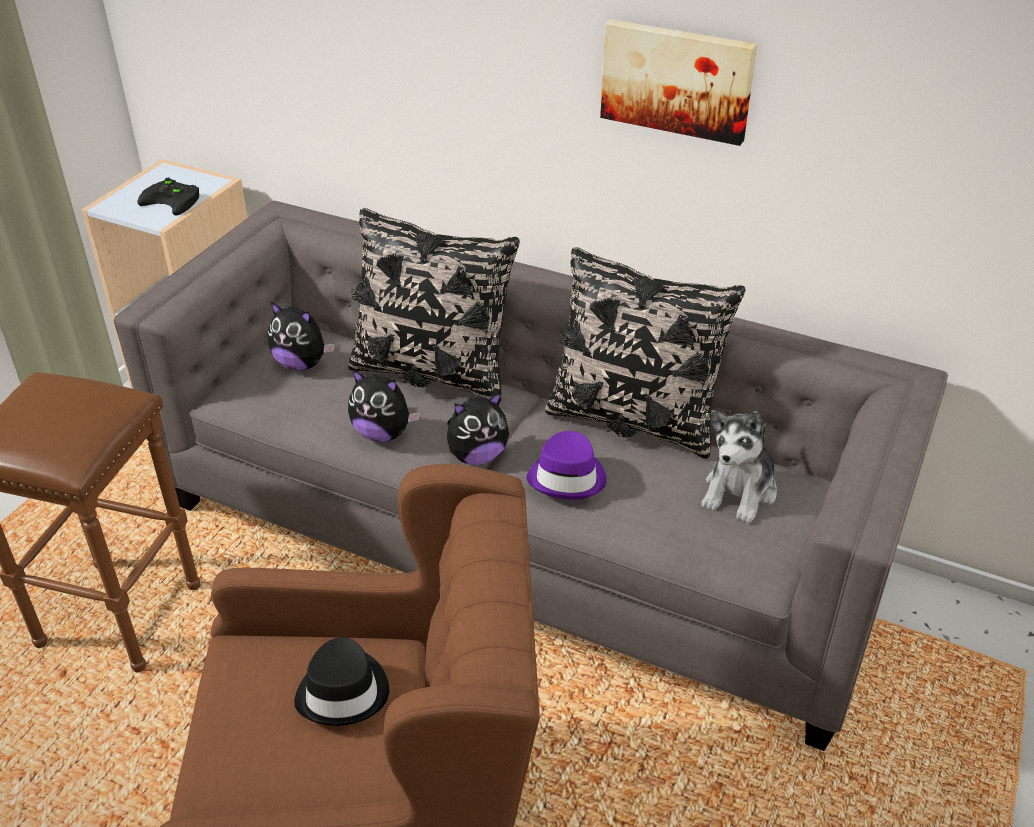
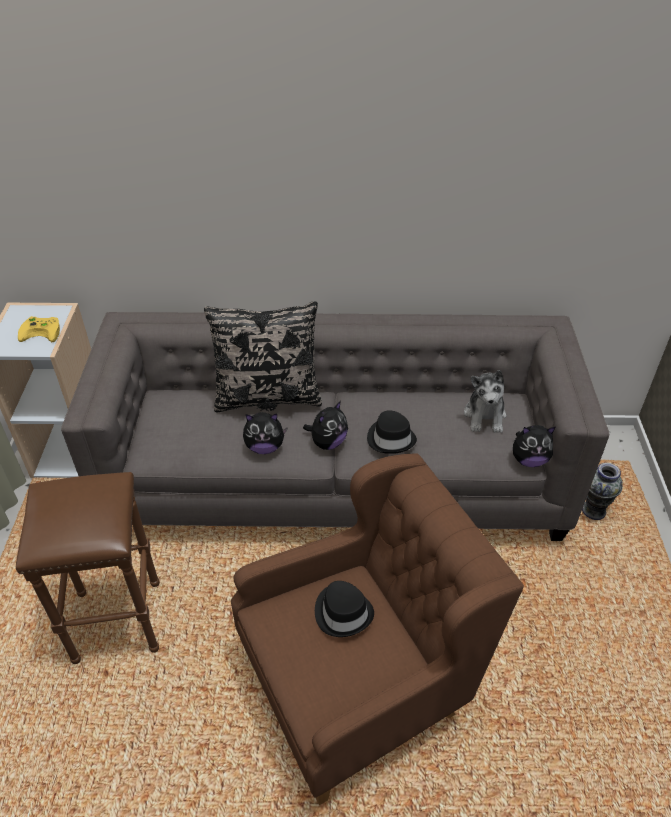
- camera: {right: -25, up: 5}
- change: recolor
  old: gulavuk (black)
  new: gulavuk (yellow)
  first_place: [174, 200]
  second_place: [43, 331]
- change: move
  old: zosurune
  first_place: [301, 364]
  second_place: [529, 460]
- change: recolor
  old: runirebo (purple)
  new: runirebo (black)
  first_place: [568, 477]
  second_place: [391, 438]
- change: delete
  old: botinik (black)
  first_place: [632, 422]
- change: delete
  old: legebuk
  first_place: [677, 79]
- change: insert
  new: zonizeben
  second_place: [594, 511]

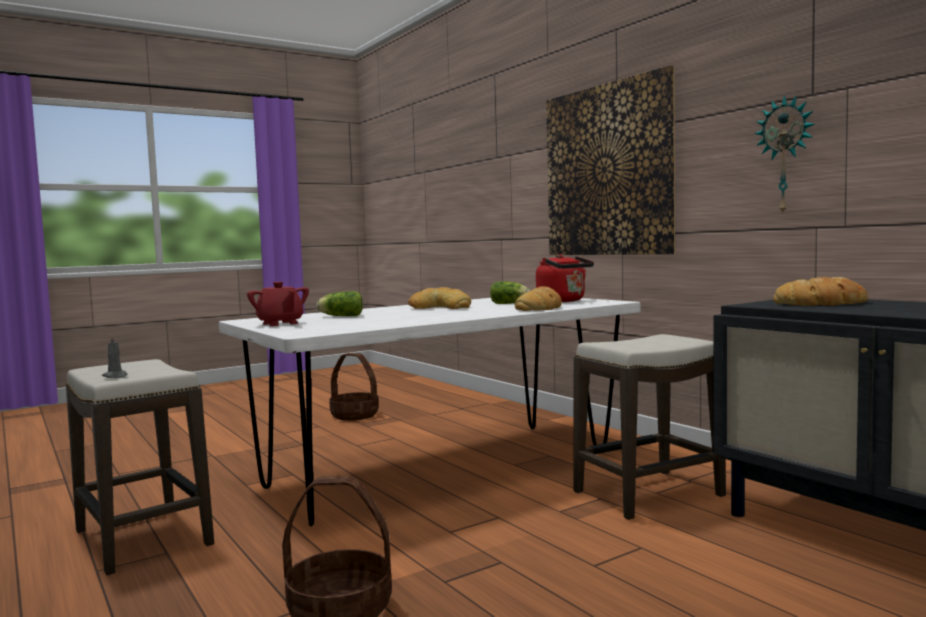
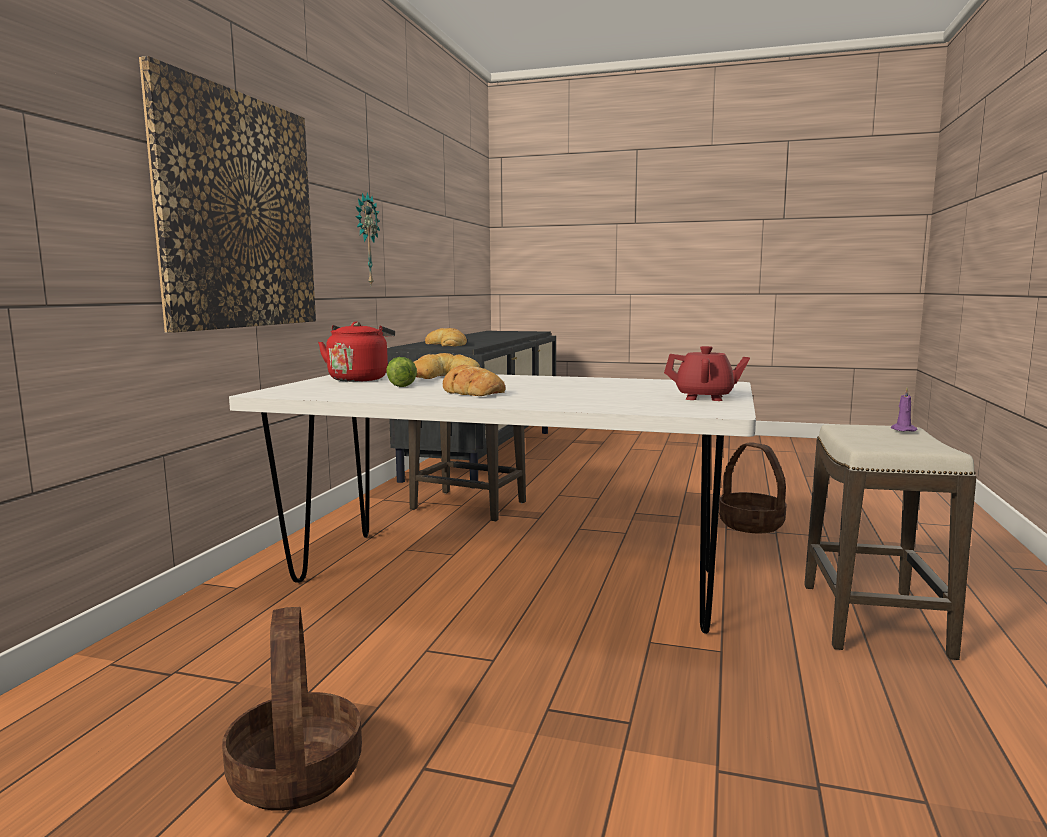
- camera: {right: -130, up: 5}
- change: recolor
  old: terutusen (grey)
  new: terutusen (purple)
  first_place: [115, 376]
  second_place: [902, 430]
- change: rotate
  old: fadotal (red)
  first_place: [280, 324]
  second_place: [704, 398]
  degrees: 90
- change: delete
  old: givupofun
  first_place: [340, 316]

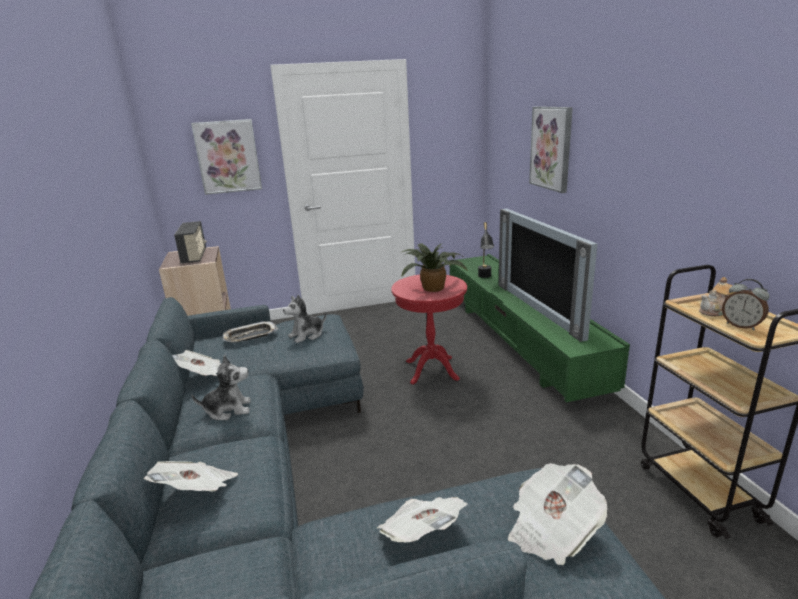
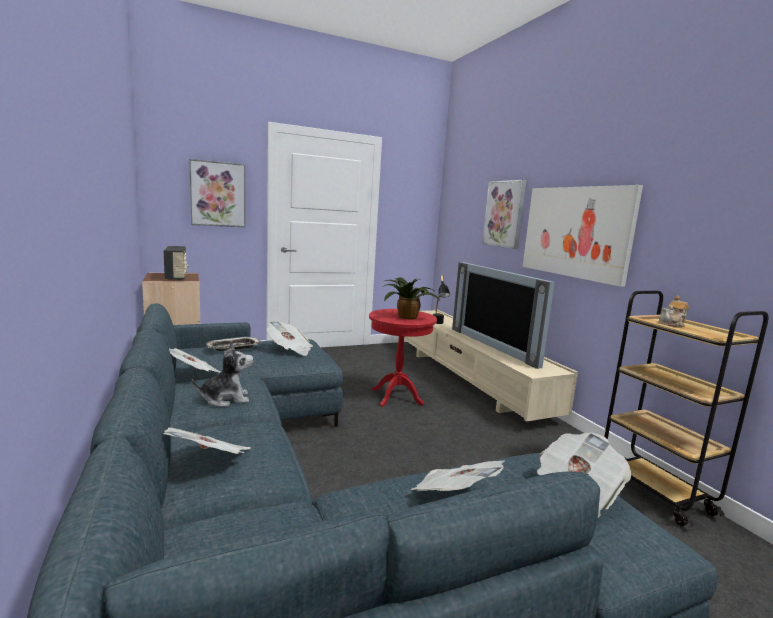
- camera: {right: -10, up: -10}
- change: replace
  old: zosurune
  new: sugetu
  first_place: [307, 335]
  second_place: [290, 350]
- change: recolor
  old: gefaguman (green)
  new: gefaguman (beige)
  first_place: [519, 340]
  second_place: [468, 378]
- change: delete
  old: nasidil
  first_place: [741, 326]
- change: insert
  new: legebuk
  second_place: [575, 232]

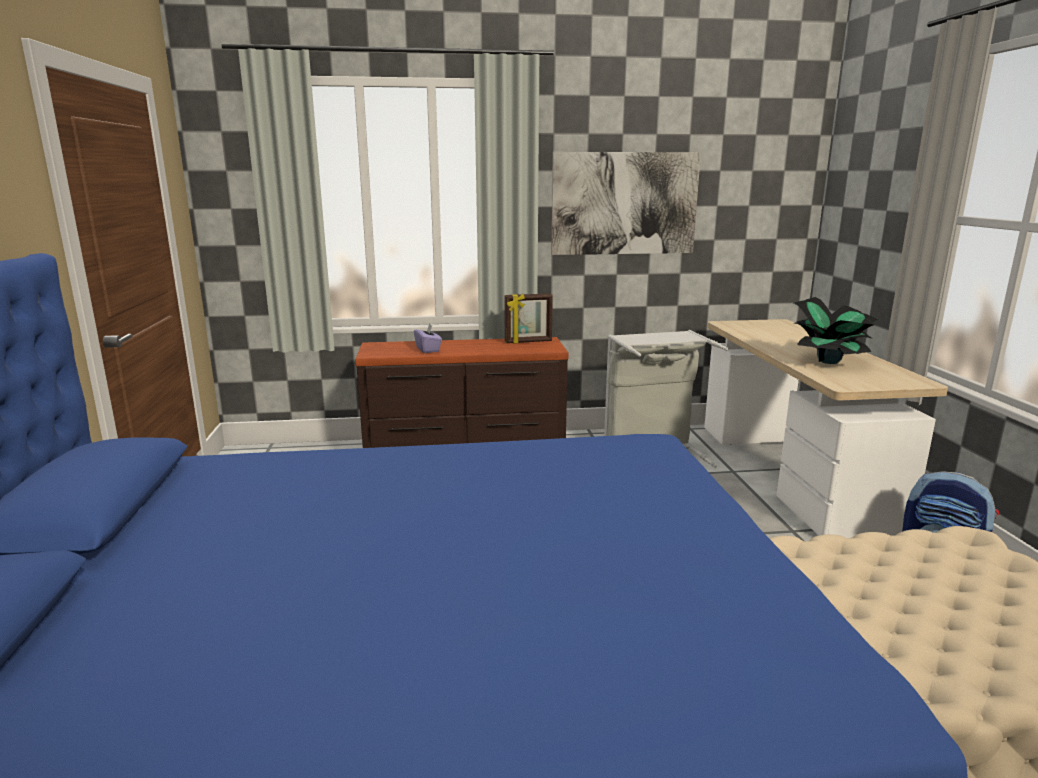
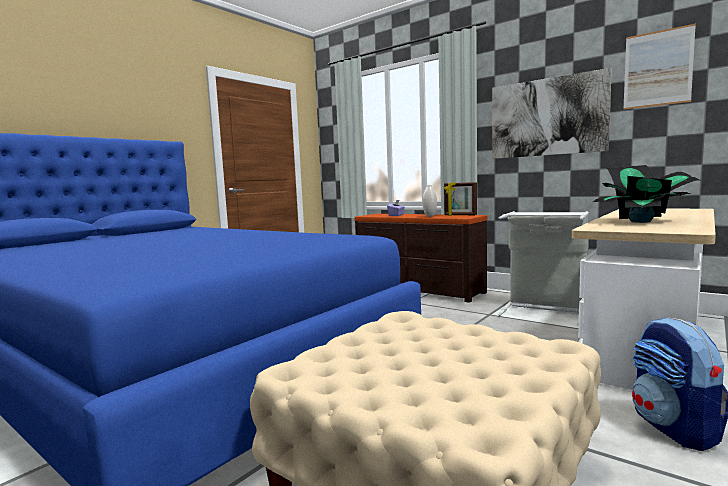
- camera: {right: 45, up: -10}
- change: insert
  new: zonizeben (white)
  second_place: [430, 216]
- change: insert
  new: legebuk
  second_place: [657, 68]

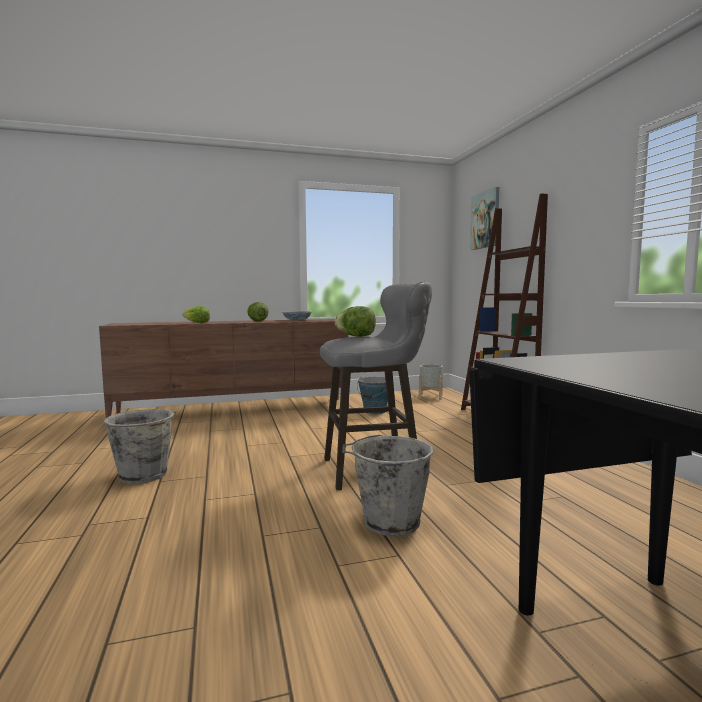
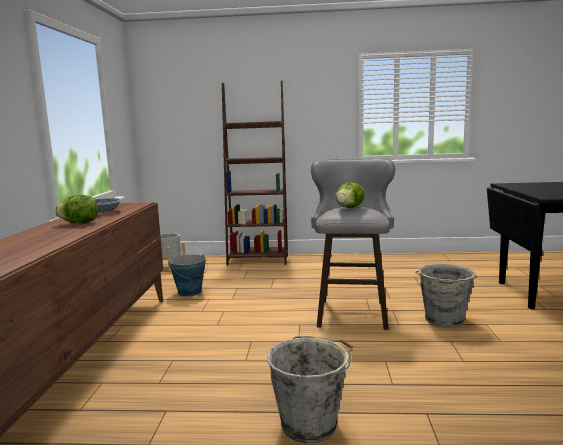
- camera: {right: -70, up: 5}
- change: delete
  old: givupofun
  first_place: [196, 323]
- change: delete
  old: legebuk
  first_place: [485, 220]

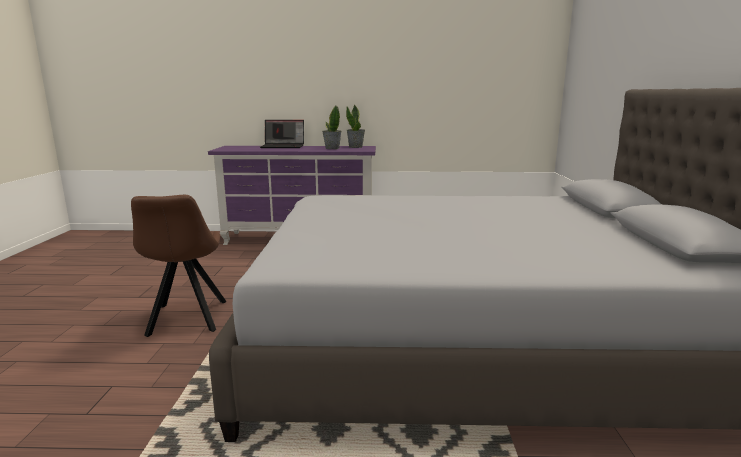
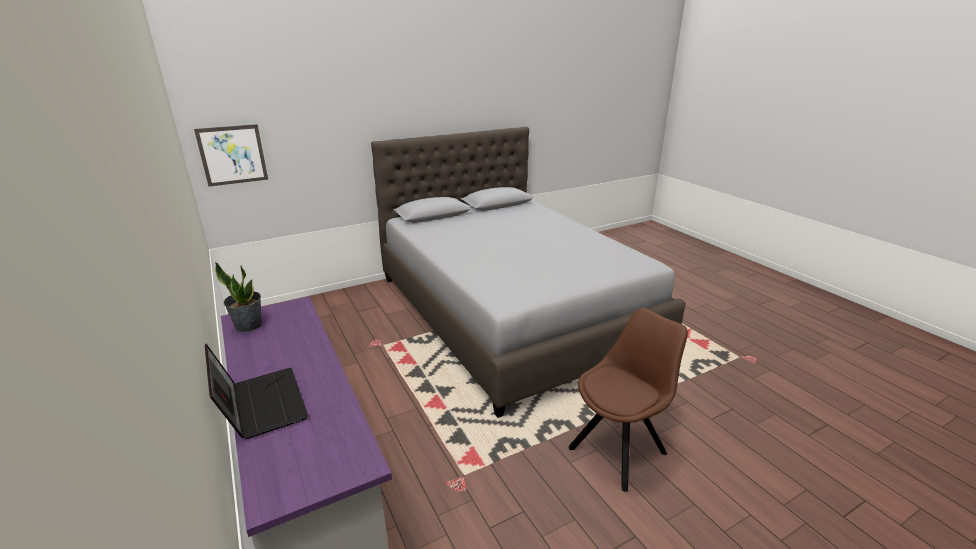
- camera: {right: -120, up: 10}
- change: delete
  old: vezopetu
  first_place: [332, 148]
- change: insert
  new: legebuk
  second_place: [232, 155]

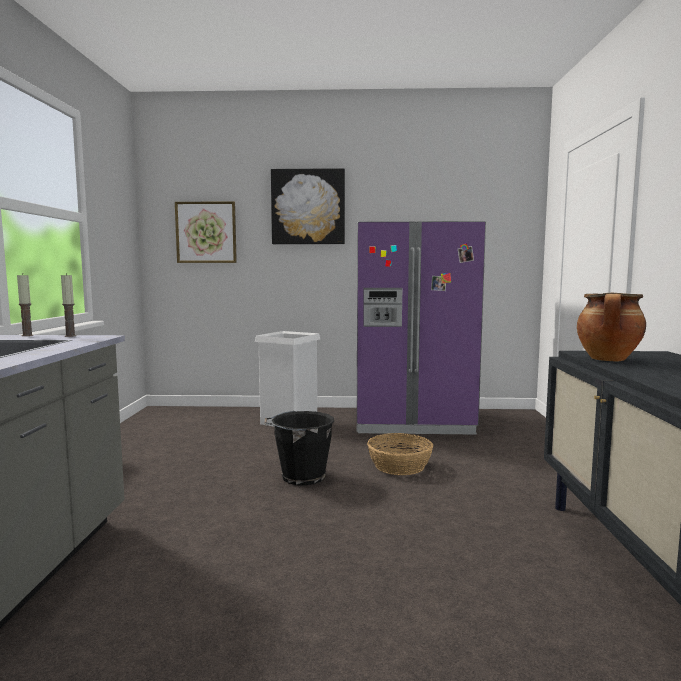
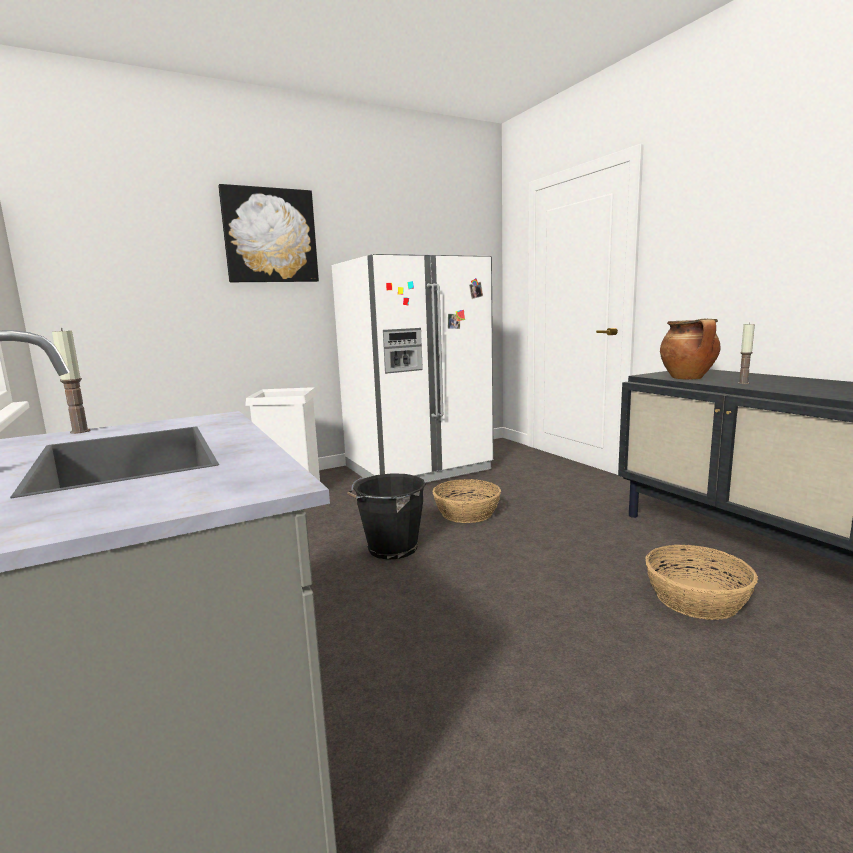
- camera: {right: -30, up: 5}
- change: move
  old: terutusen
  first_place: [70, 336]
  second_place: [743, 383]
- change: delete
  old: legebuk
  first_place: [206, 232]
- change: recolor
  old: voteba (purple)
  new: voteba (white)
  first_place: [411, 421]
  second_place: [417, 468]
- change: insert
  new: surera
  second_place: [697, 599]

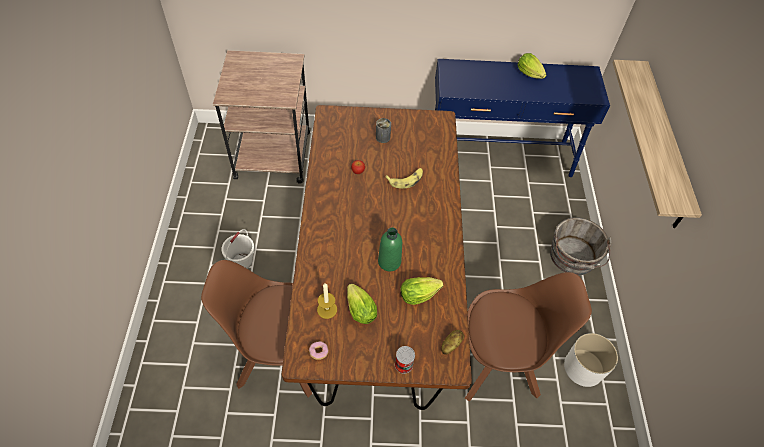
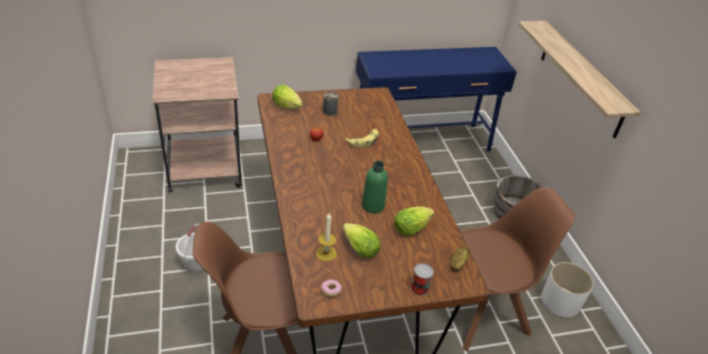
- camera: {right: -15, up: -15}
- change: move
  old: givupofun
  first_place: [530, 75]
  second_place: [288, 107]

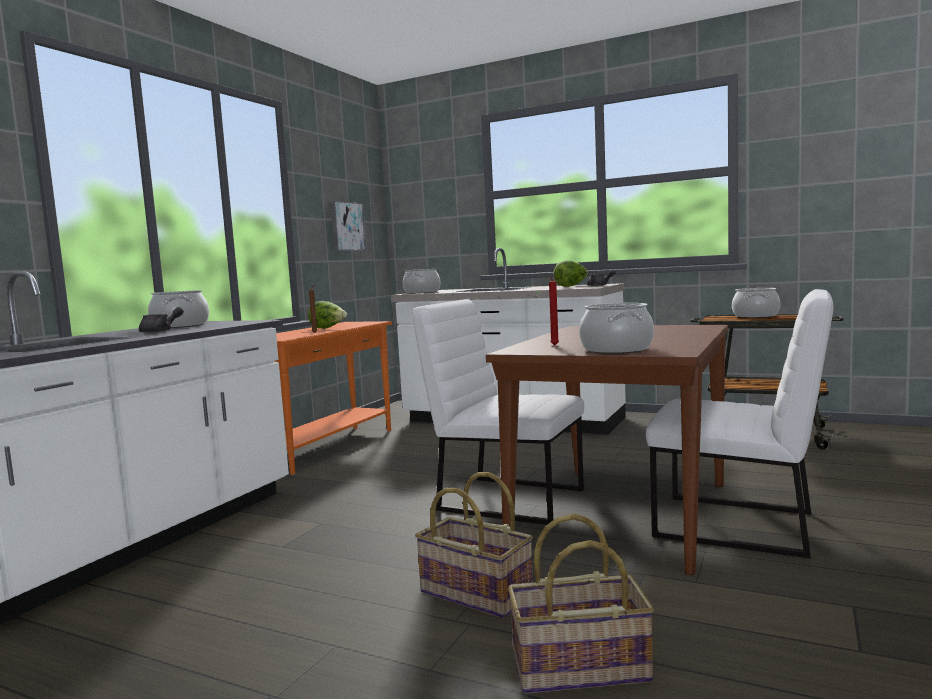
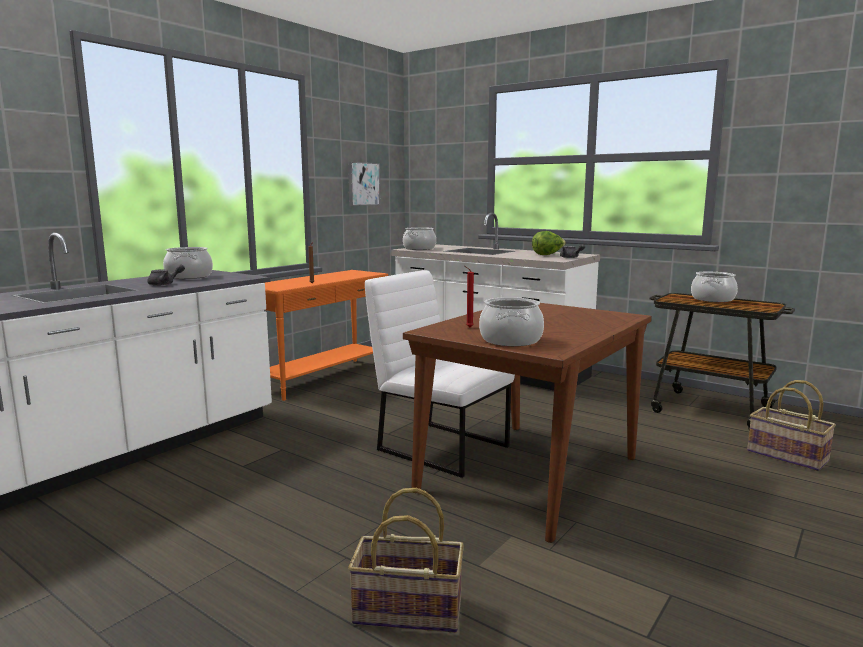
- camera: {right: 10, up: 5}
- change: delete
  old: givupofun
  first_place: [328, 328]
- change: move
  old: surera
  first_place: [474, 594]
  second_place: [786, 456]
- change: delete
  old: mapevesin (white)
  first_place: [739, 525]

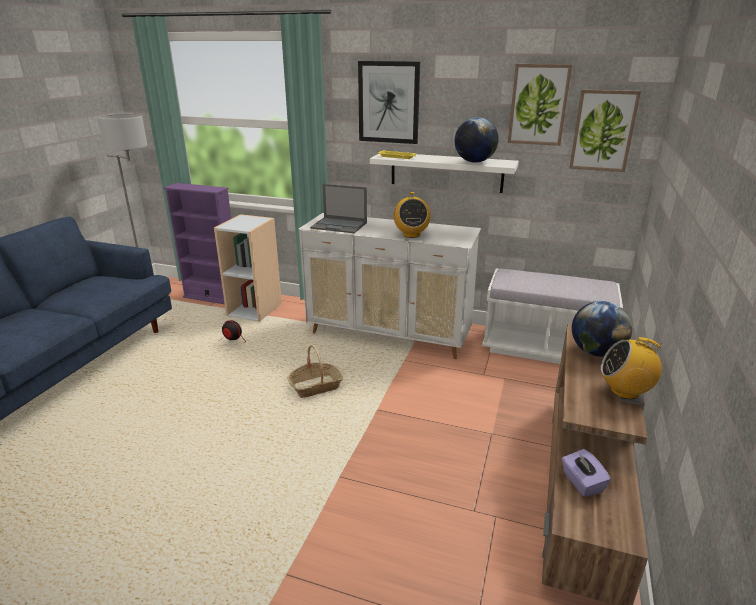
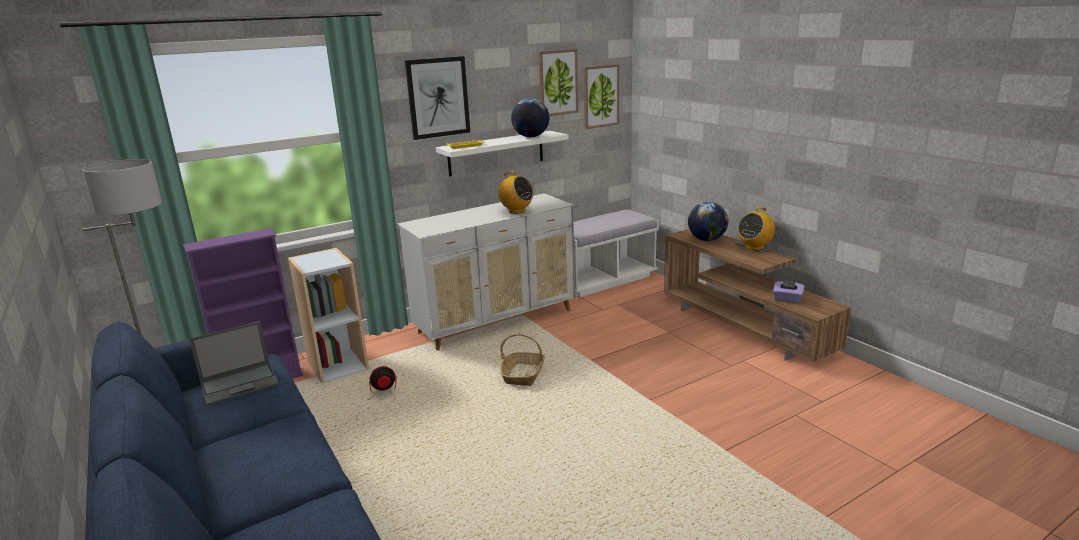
- camera: {right: -50, up: -5}
- change: move
  old: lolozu
  first_place: [339, 225]
  second_place: [240, 383]

